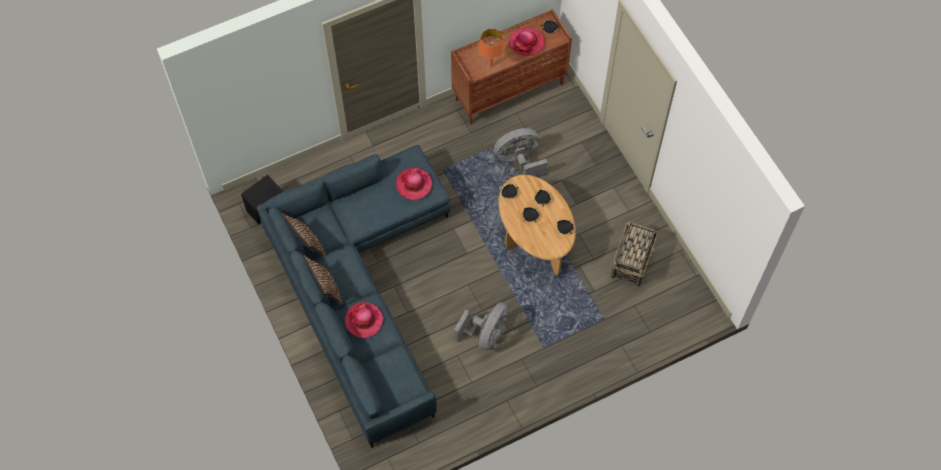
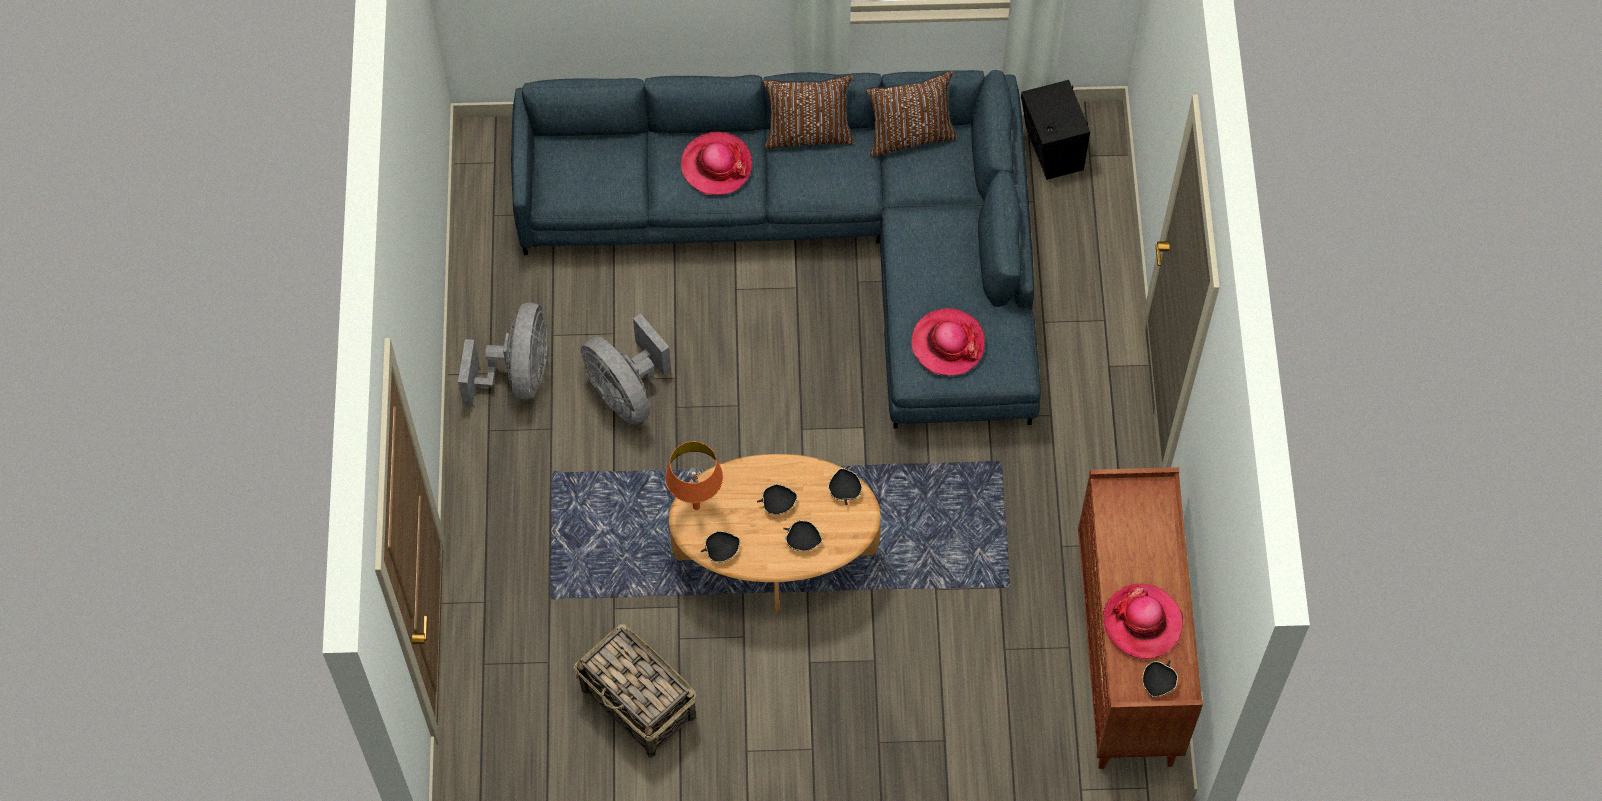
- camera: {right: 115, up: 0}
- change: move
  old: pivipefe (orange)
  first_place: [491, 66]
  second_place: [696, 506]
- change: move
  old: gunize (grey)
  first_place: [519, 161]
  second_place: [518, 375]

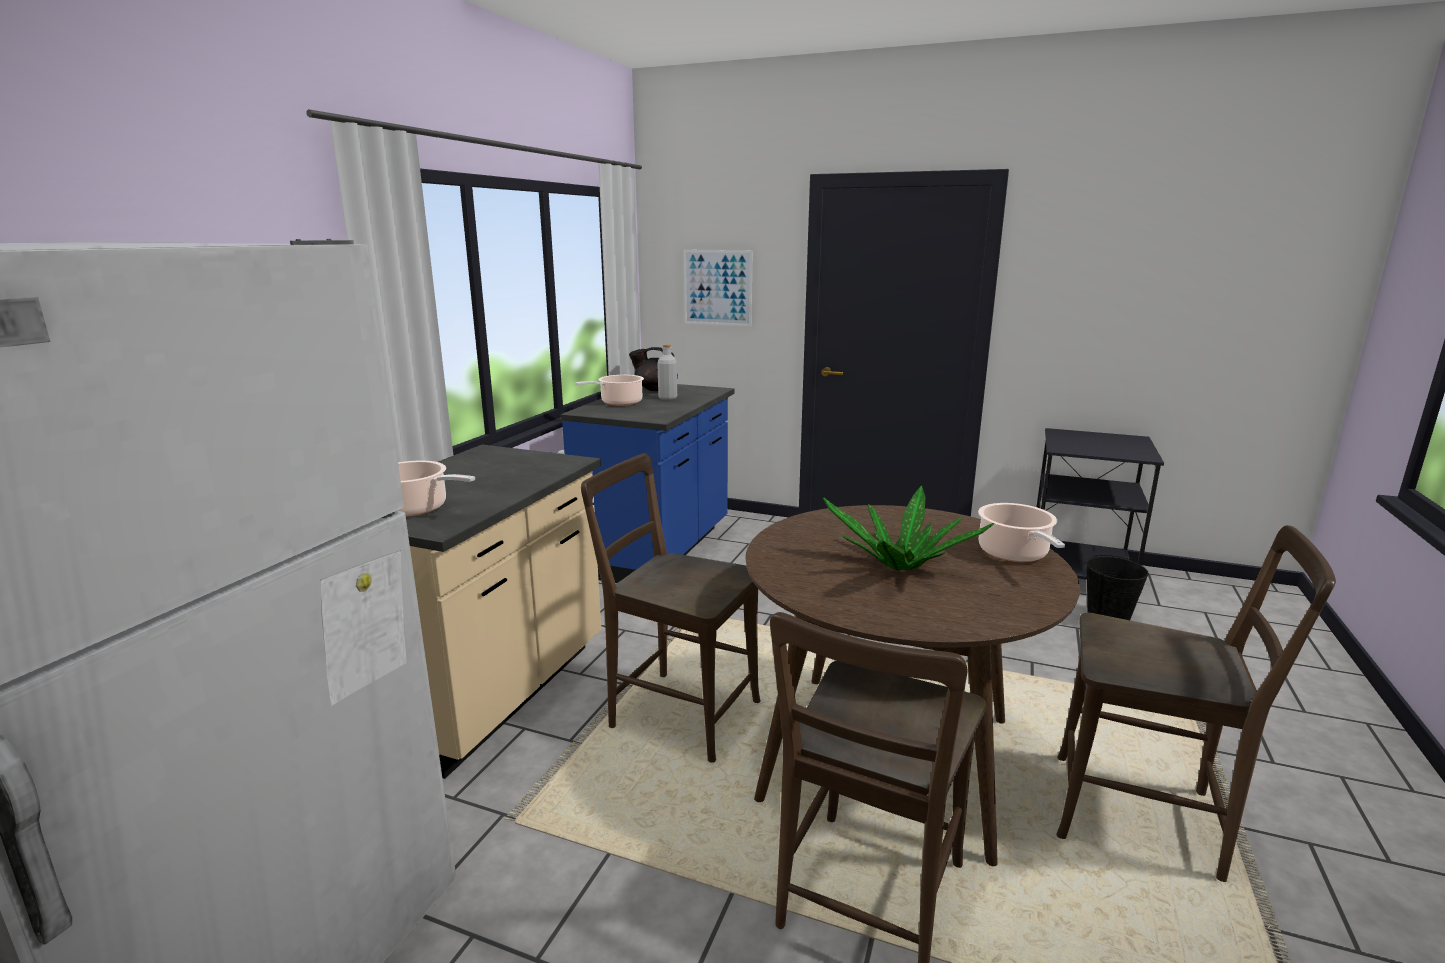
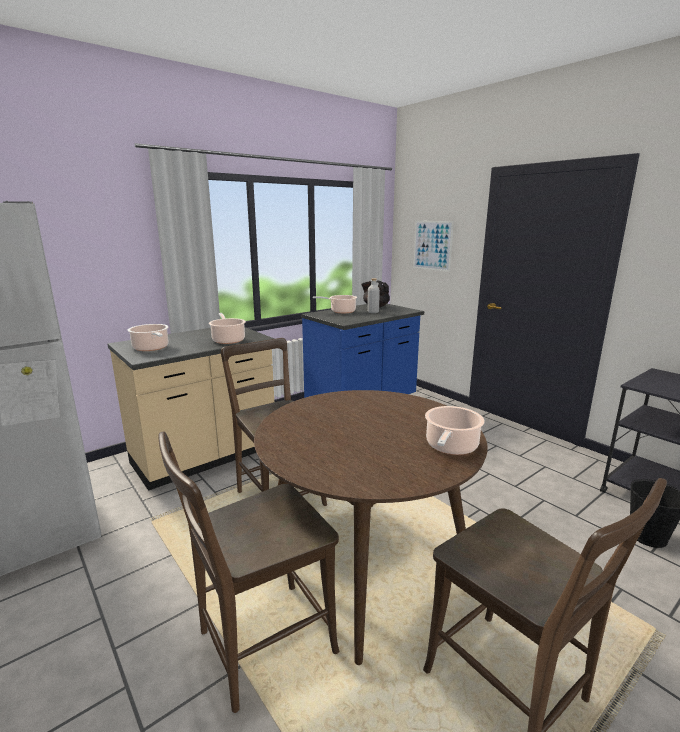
- camera: {right: 30, up: 0}
- change: delete
  old: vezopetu
  first_place: [899, 566]
- change: insert
  new: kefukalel
  second_place: [228, 340]

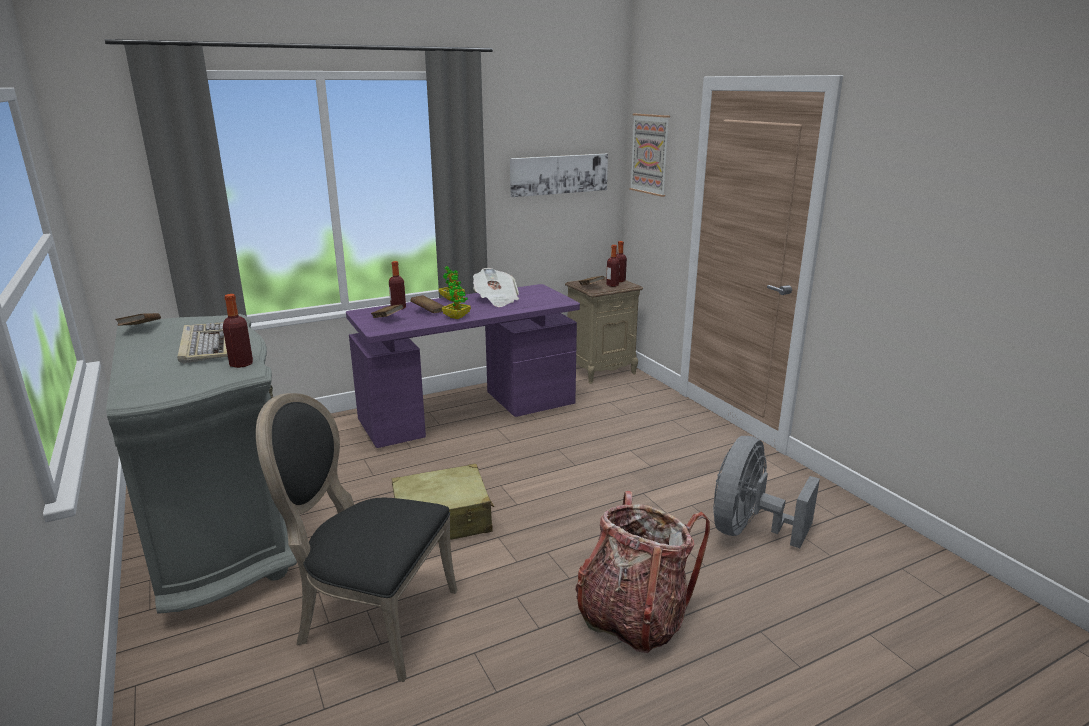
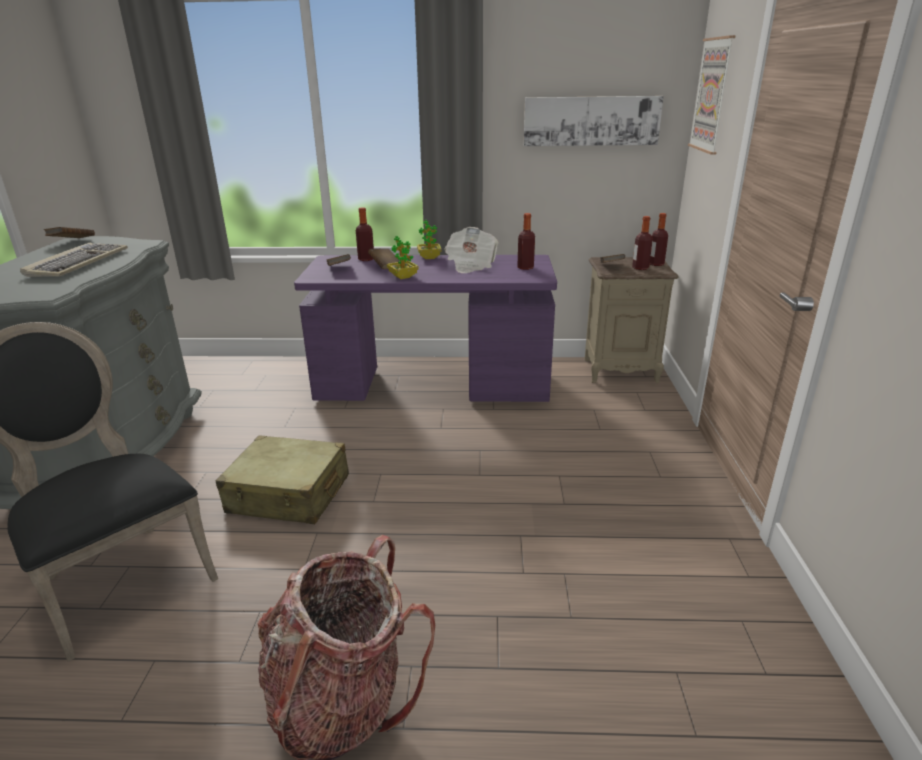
- camera: {right: 30, up: 5}
- change: move
  old: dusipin
  first_place: [241, 364]
  second_place: [525, 267]
- change: delete
  old: gunize (grey)
  first_place: [749, 530]

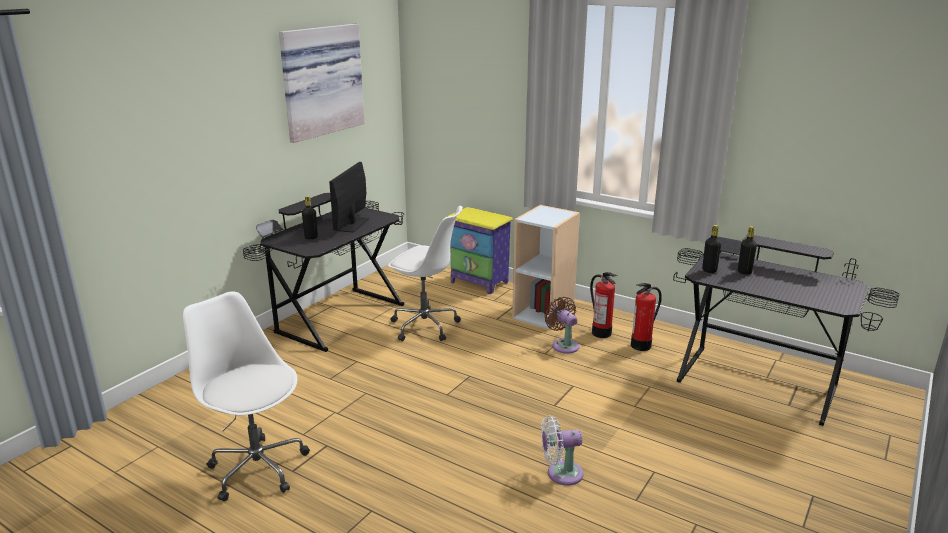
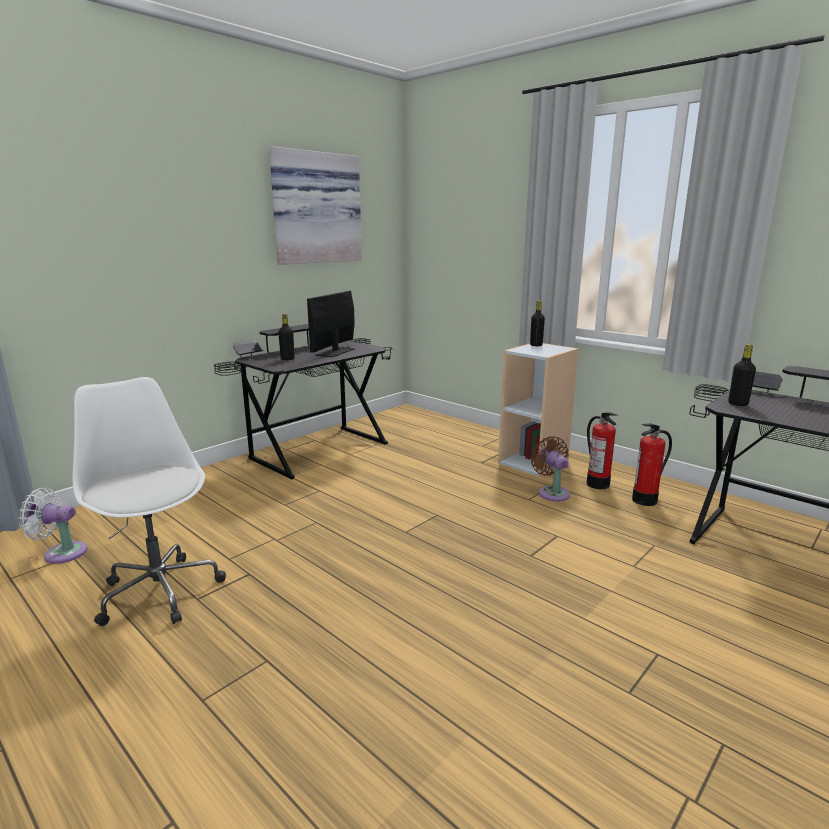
- camera: {right: 10, up: -5}
- change: delete
  old: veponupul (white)
  first_place: [426, 327]
- change: delete
  old: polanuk
  first_place: [479, 283]
- change: move
  old: gunize (white)
  first_place: [561, 473]
  second_place: [61, 553]
- change: move
  old: dusipin (black)
  first_place: [744, 272]
  second_place: [536, 345]

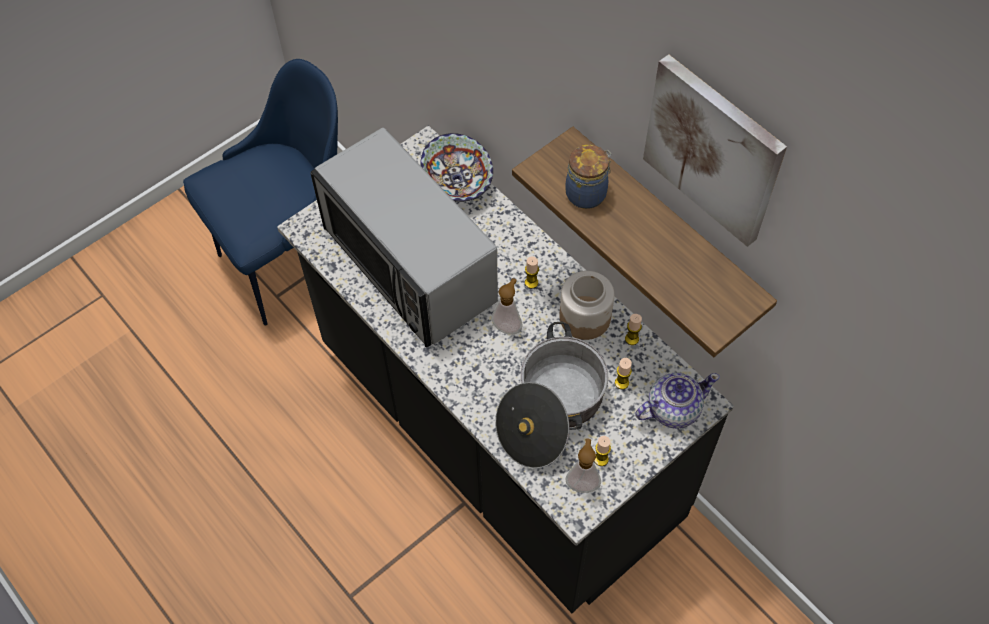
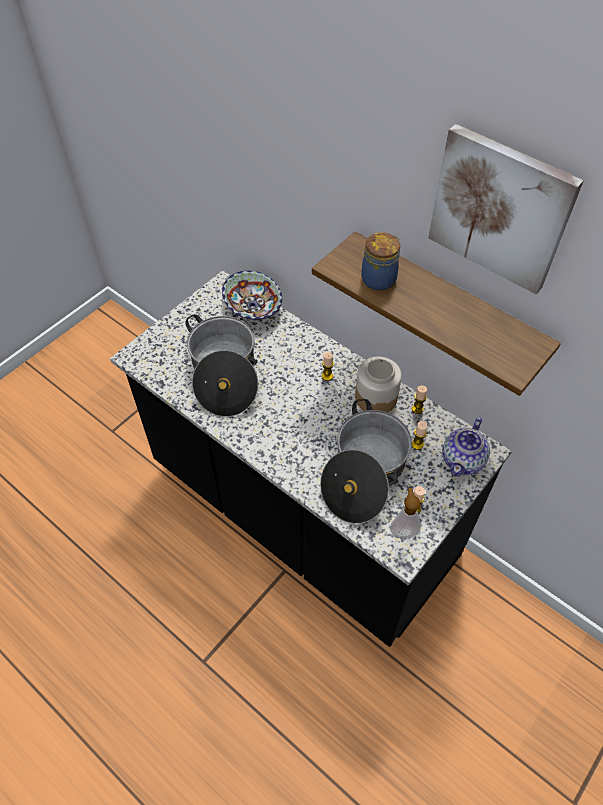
- camera: {right: -10, up: -5}
- change: delete
  old: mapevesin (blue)
  first_place: [292, 261]
- change: replace
  old: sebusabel
  new: kefukalel
  first_place: [408, 266]
  second_place: [224, 375]
- change: delete
  old: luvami
  first_place: [508, 326]
- change: rotate
  old: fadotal
  first_place: [672, 409]
  second_place: [463, 459]
  degrees: 150

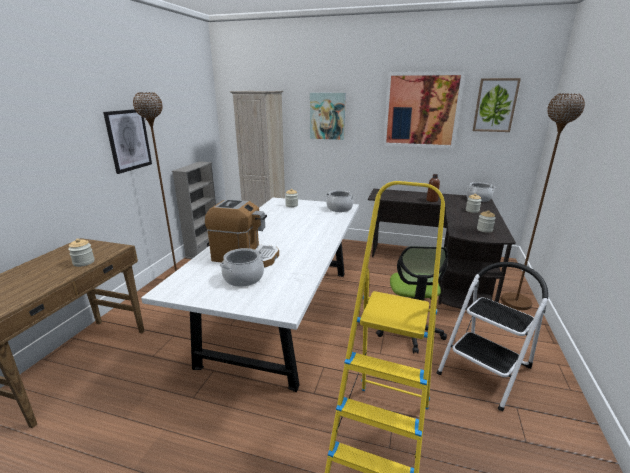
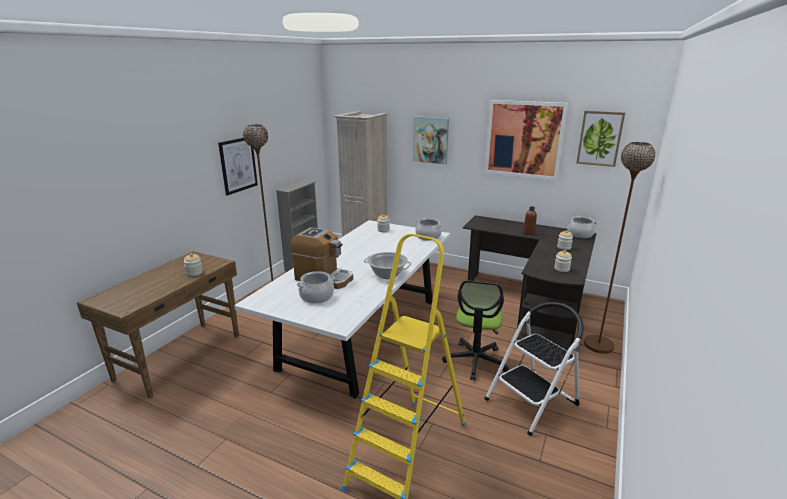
- camera: {right: 10, up: 0}
- change: insert
  new: kefukalel
  second_place: [387, 274]

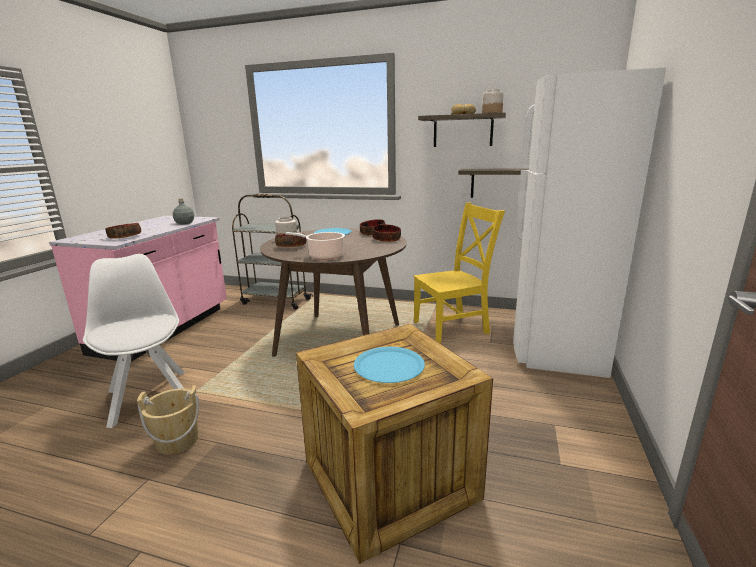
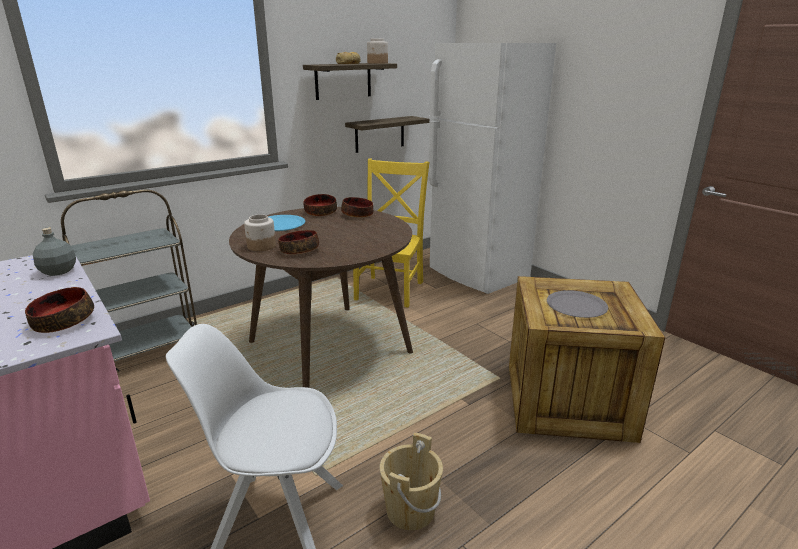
- camera: {right: -55, up: 5}
- change: delete
  old: kefukalel
  first_place: [324, 256]
- change: recolor
  old: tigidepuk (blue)
  new: tigidepuk (grey)
  first_place: [389, 366]
  second_place: [576, 305]

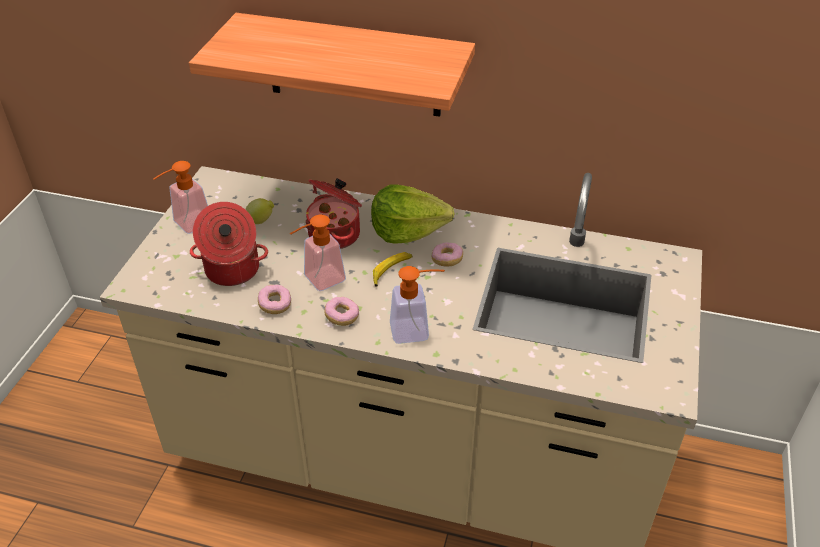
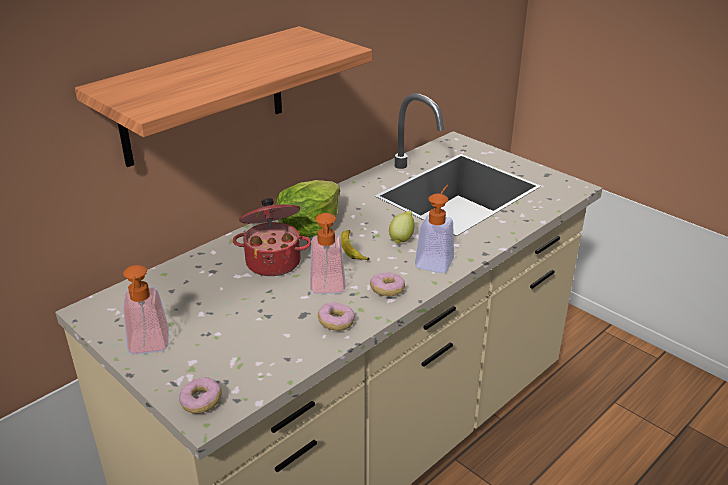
- camera: {right: -60, up: -10}
- change: delete
  old: kefukalel
  first_place: [232, 271]
- change: move
  old: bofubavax
  first_place: [261, 221]
  second_place: [402, 238]
- change: move
  old: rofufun
  first_place: [447, 260]
  second_place: [201, 402]

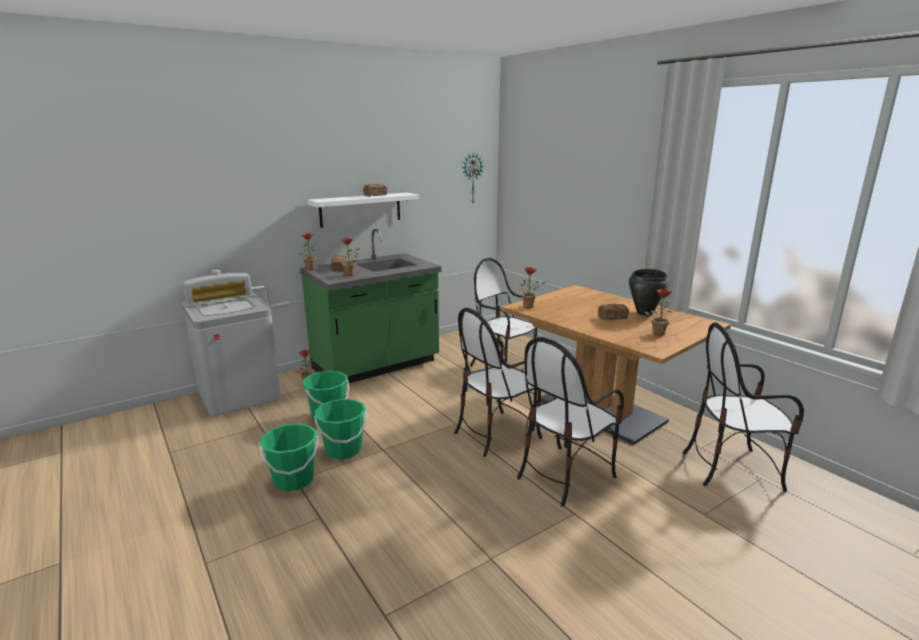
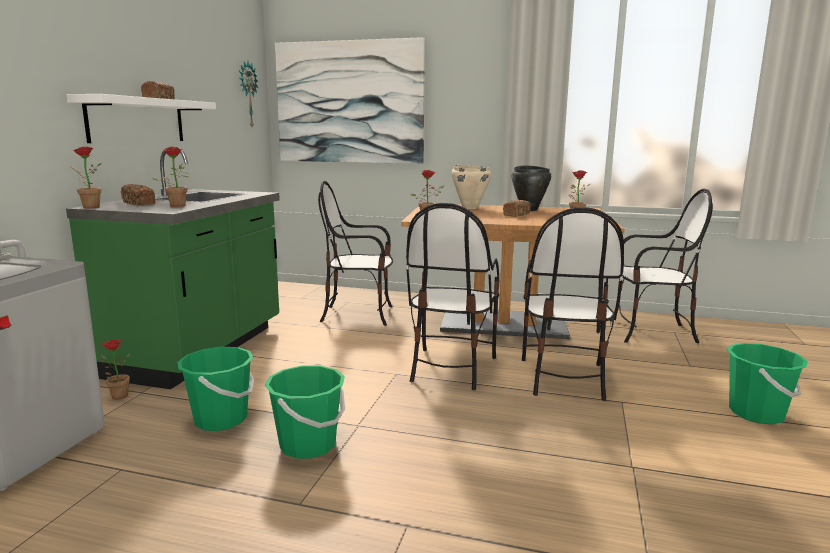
- camera: {right: -40, up: -5}
- change: move
  old: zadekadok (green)
  first_place: [294, 480]
  second_place: [756, 413]
- change: rotate
  old: mapevesin
  first_place: [732, 468]
  second_place: [651, 332]
  degrees: -135
- change: insert
  new: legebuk
  second_place: [349, 103]
- change: insert
  new: kefukalel (beige)
  second_place: [470, 208]

